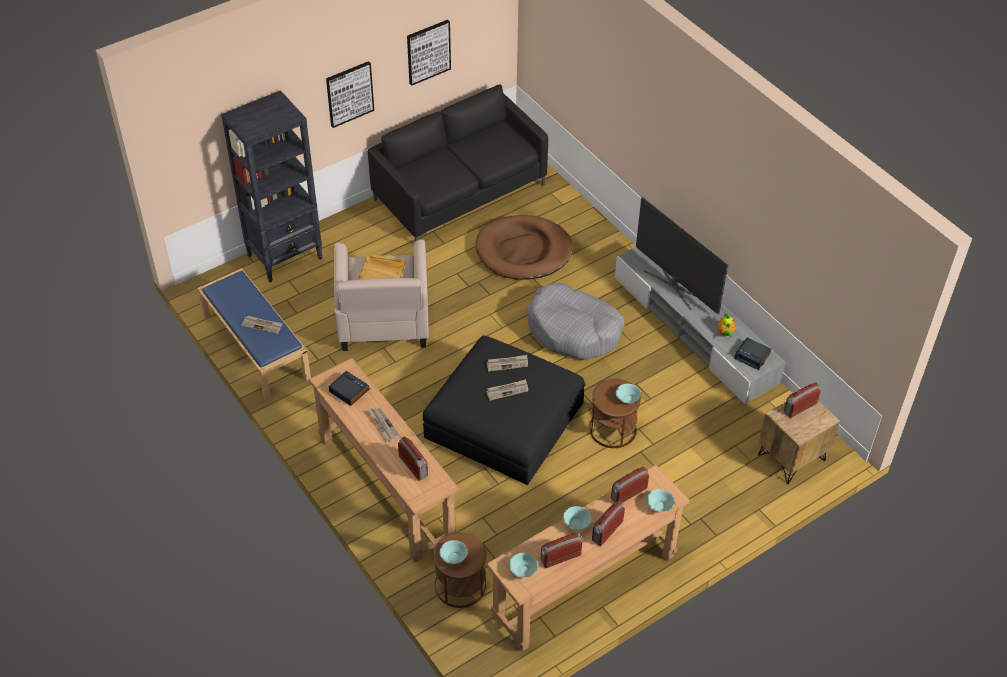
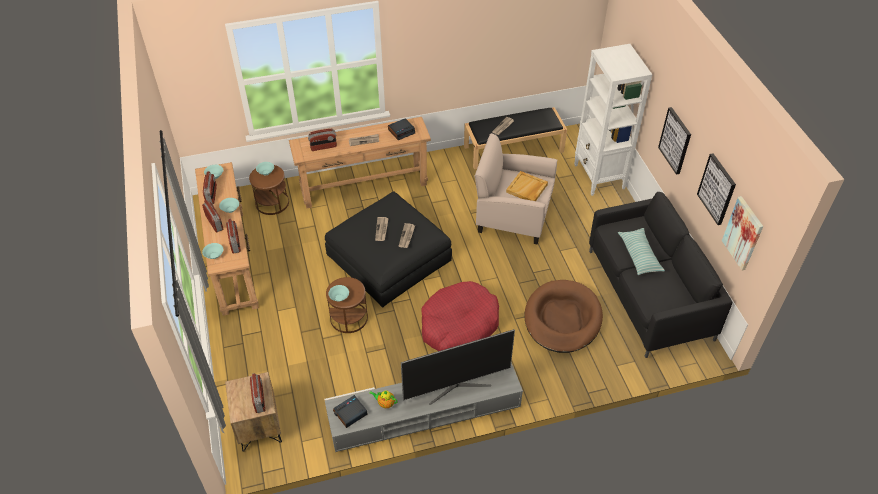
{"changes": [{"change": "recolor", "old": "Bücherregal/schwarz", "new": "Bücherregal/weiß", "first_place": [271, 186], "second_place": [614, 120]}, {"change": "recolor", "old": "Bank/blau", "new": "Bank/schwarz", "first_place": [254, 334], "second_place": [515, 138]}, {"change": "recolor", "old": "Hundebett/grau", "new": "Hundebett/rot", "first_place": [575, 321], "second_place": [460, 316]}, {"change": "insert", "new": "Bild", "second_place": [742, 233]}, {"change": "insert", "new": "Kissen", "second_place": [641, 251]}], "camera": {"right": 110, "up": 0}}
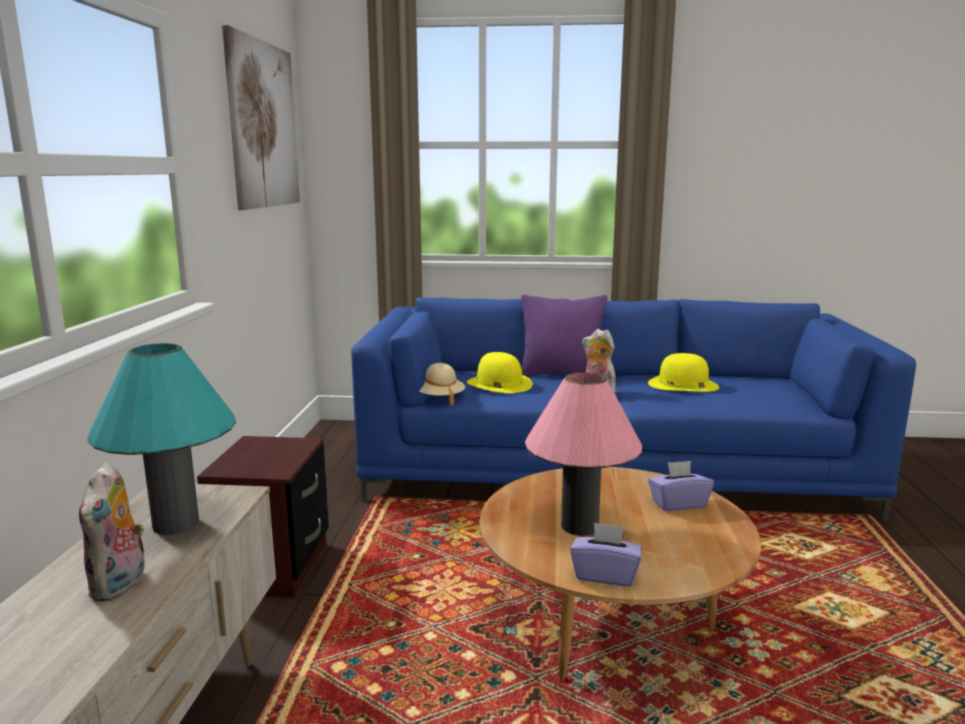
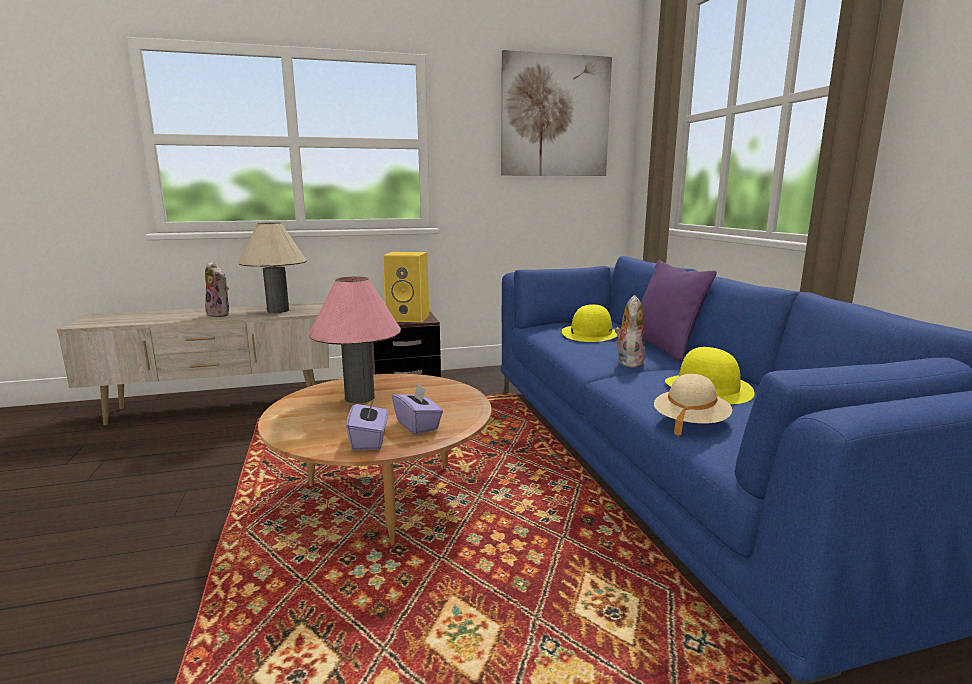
{"changes": [{"change": "recolor", "old": "Tischlampe/türkis", "new": "Tischlampe/beige", "first_place": [161, 439], "second_place": [273, 267]}, {"change": "move", "old": "Hut/beige", "first_place": [442, 384], "second_place": [693, 405]}, {"change": "rotate", "old": "Plüschtier", "first_place": [112, 532], "second_place": [217, 289], "degrees": -120}, {"change": "move", "old": "Taschentuchbox/lila", "first_place": [606, 554], "second_place": [367, 424]}, {"change": "insert", "new": "Lautsprecher/gelb", "second_place": [406, 287]}], "camera": {"right": 70, "up": 0}}
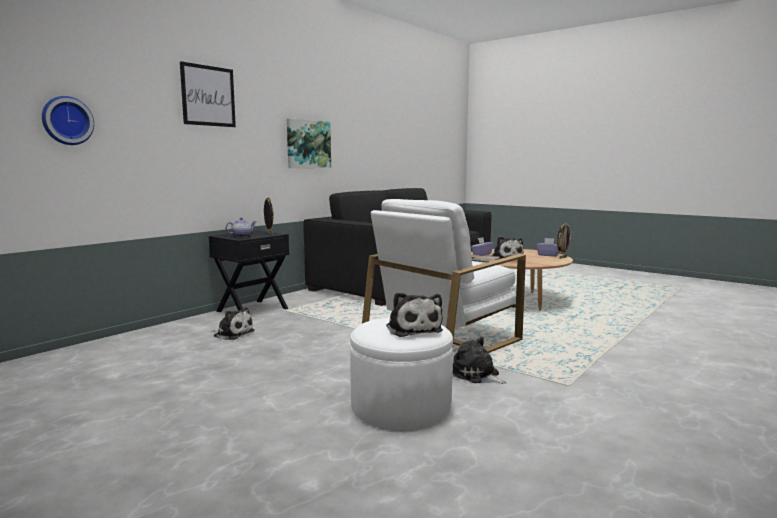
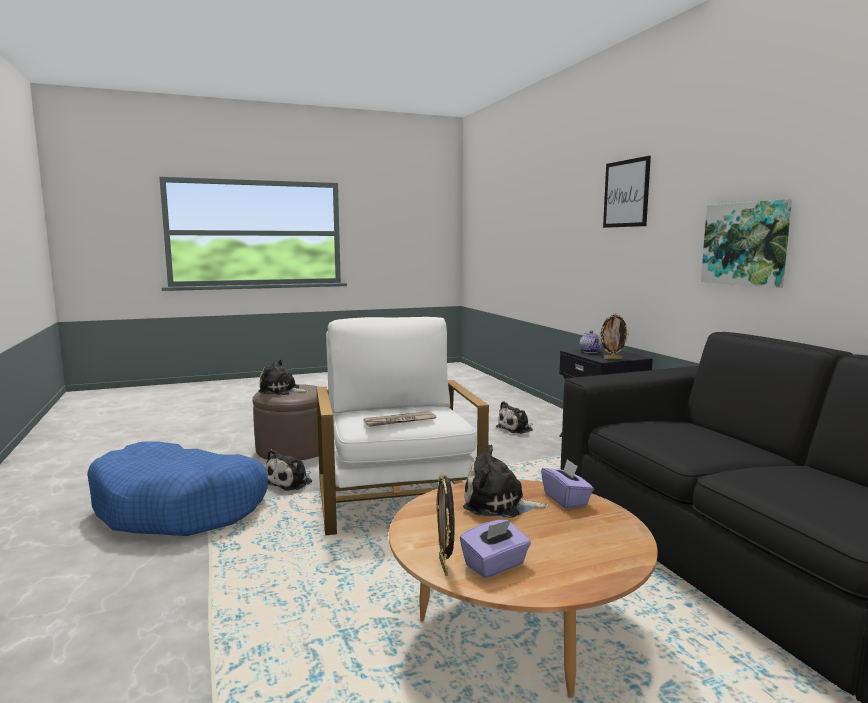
{"changes": [{"change": "delete", "old": "Wanduhr", "first_place": [68, 120]}, {"change": "recolor", "old": "Polsterhocker/weiß", "new": "Polsterhocker/braun", "first_place": [401, 373], "second_place": [285, 422]}, {"change": "rotate", "old": "Plüschtier", "first_place": [480, 360], "second_place": [289, 470], "degrees": 135}, {"change": "insert", "new": "Hundebett/blau", "second_place": [177, 488]}], "camera": {"right": 120, "up": 0}}
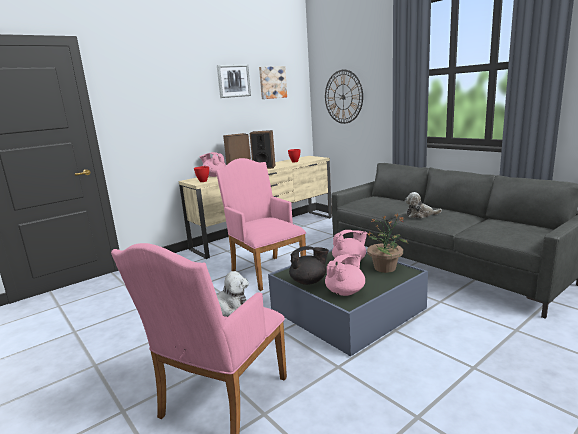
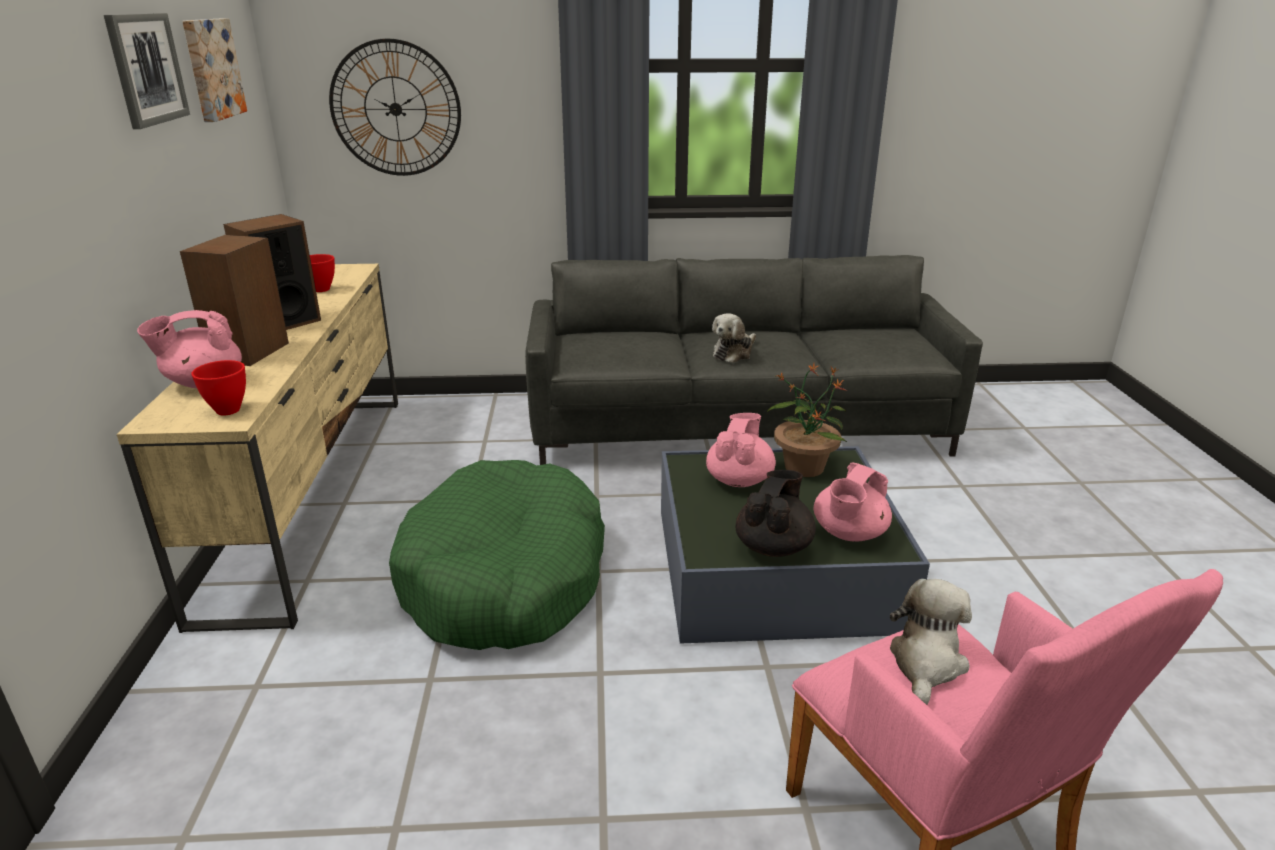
{"changes": [{"change": "replace", "old": "Sessel/rosa", "new": "Hundebett/grün", "first_place": [261, 224], "second_place": [497, 555]}, {"change": "rotate", "old": "Teekanne/rosa", "first_place": [345, 275], "second_place": [853, 502], "degrees": -135}], "camera": {"right": -55, "up": 10}}
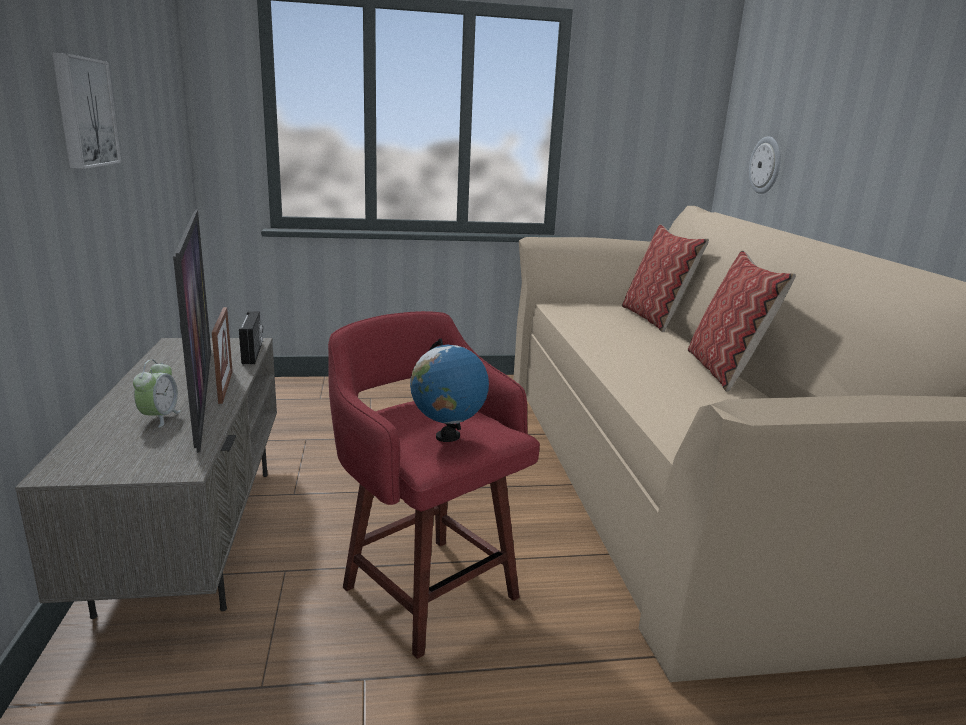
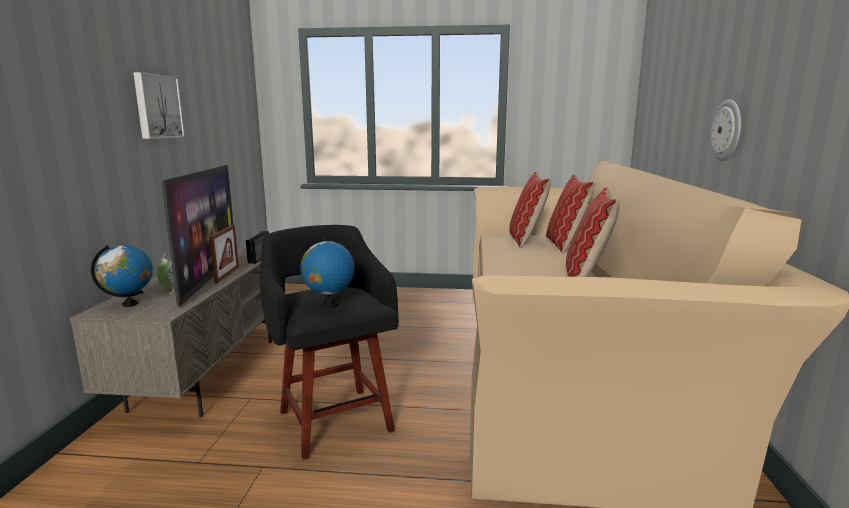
{"changes": [{"change": "move", "old": "Wanduhr", "first_place": [765, 165], "second_place": [725, 130]}, {"change": "recolor", "old": "Hocker/rot", "new": "Hocker/schwarz", "first_place": [434, 485], "second_place": [329, 342]}, {"change": "insert", "new": "Kissen", "second_place": [530, 210]}, {"change": "insert", "new": "Globus", "second_place": [122, 276]}], "camera": {"right": 15, "up": -5}}
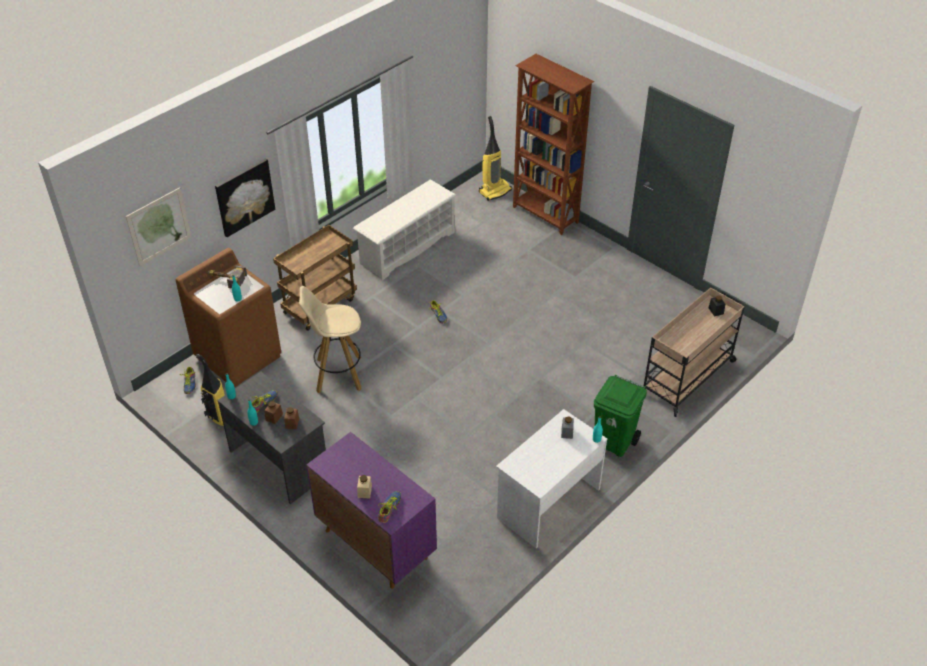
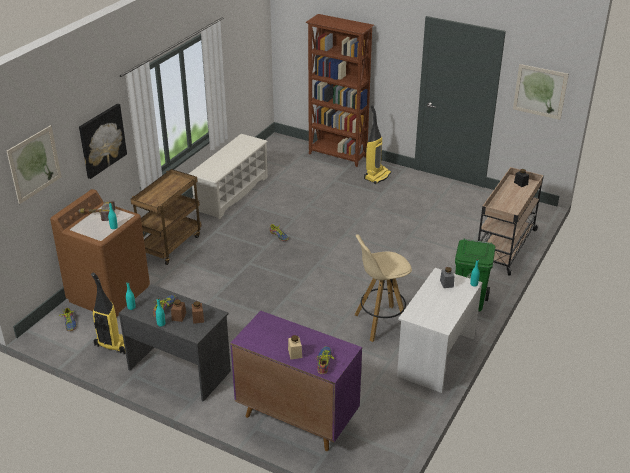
{"changes": [{"change": "move", "old": "Staubsauger", "first_place": [495, 158], "second_place": [377, 144]}, {"change": "move", "old": "Hocker/beige", "first_place": [330, 339], "second_place": [383, 288]}, {"change": "insert", "new": "Bild", "second_place": [541, 92]}], "camera": {"right": -15, "up": -10}}
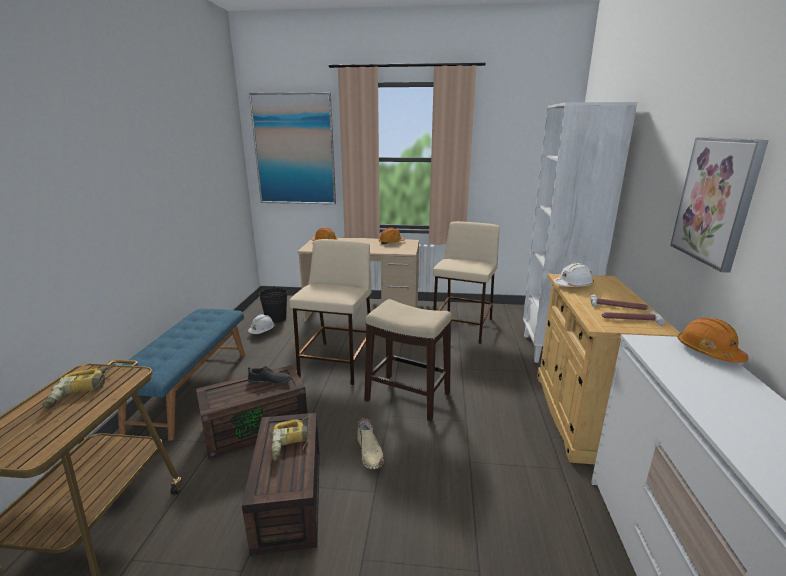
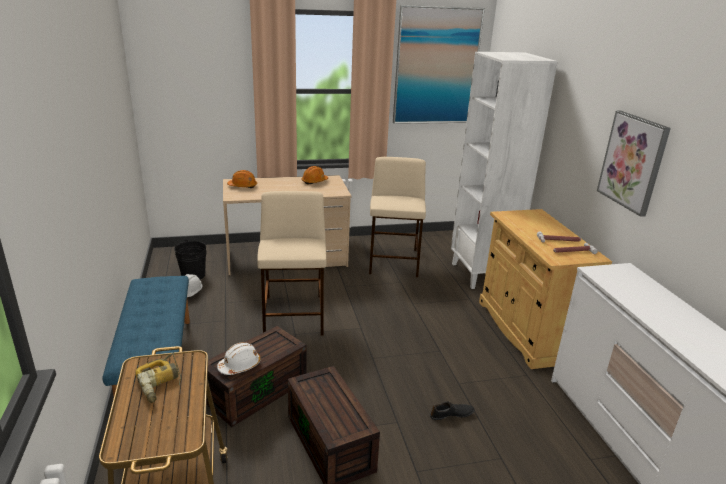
{"changes": [{"change": "move", "old": "Bild", "first_place": [292, 148], "second_place": [439, 64]}, {"change": "move", "old": "Schutzhelm/weiß", "first_place": [574, 275], "second_place": [238, 358]}, {"change": "delete", "old": "Hocker", "first_place": [408, 360]}, {"change": "delete", "old": "Schutzhelm/orange", "first_place": [712, 340]}, {"change": "move", "old": "Schuh/schwarz", "first_place": [270, 375], "second_place": [452, 410]}, {"change": "delete", "old": "Bohrmaschine", "first_place": [291, 438]}, {"change": "delete", "old": "Stiefel/beige", "first_place": [370, 443]}], "camera": {"right": -20, "up": 5}}
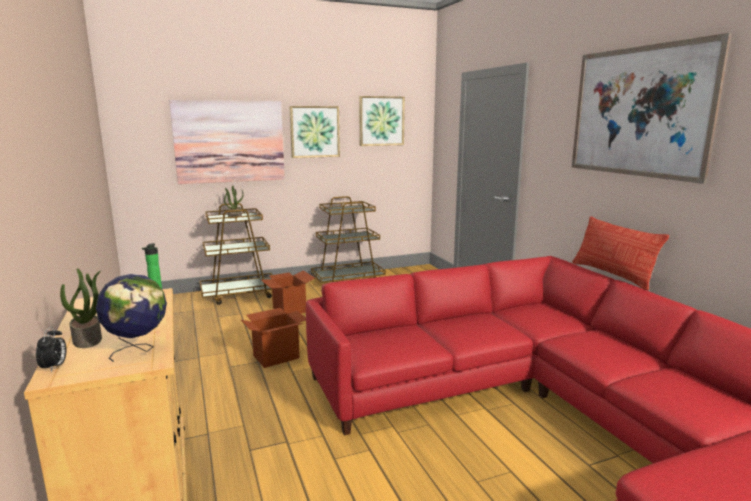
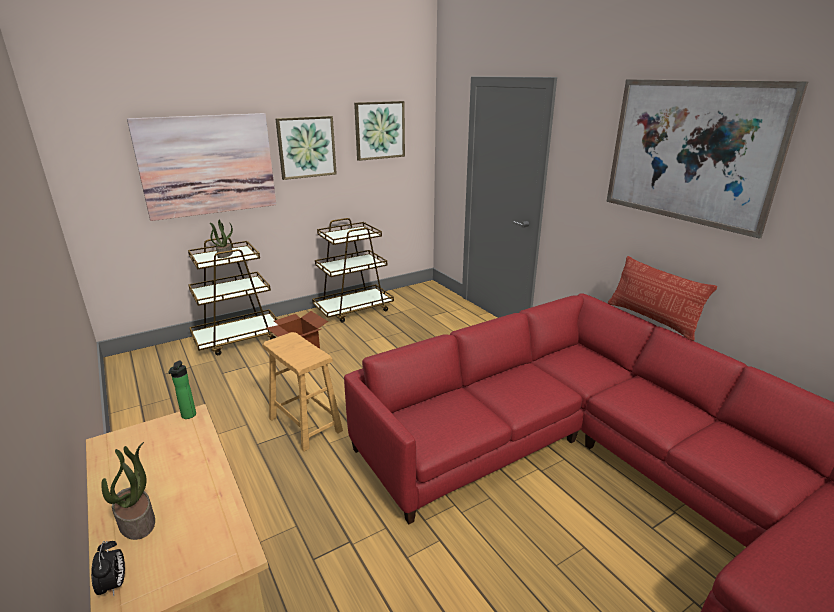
{"changes": [{"change": "delete", "old": "Globus", "first_place": [131, 318]}, {"change": "replace", "old": "Karton", "new": "Hocker/braun", "first_place": [273, 338], "second_place": [302, 392]}], "camera": {"right": -10, "up": 10}}
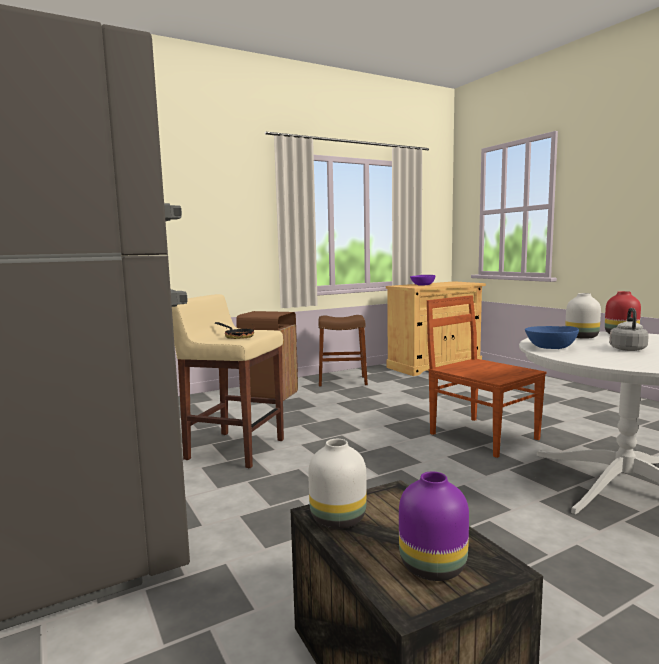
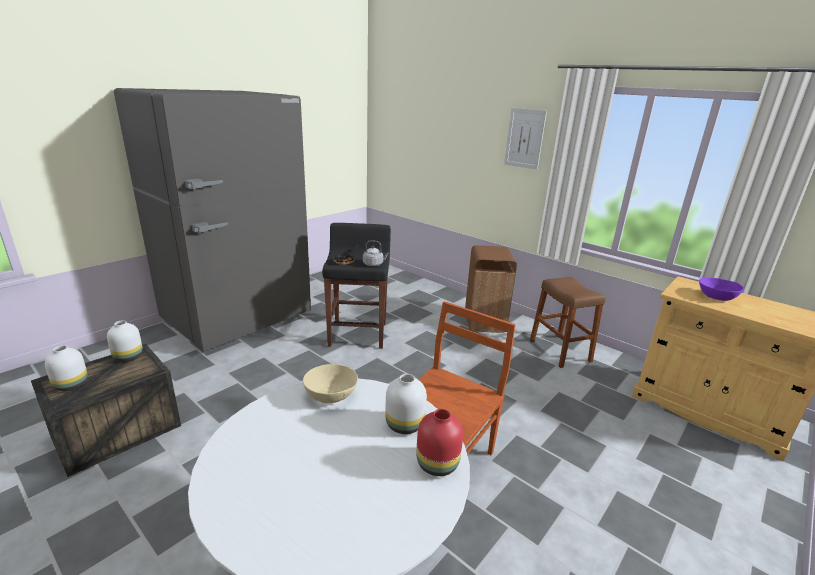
{"changes": [{"change": "recolor", "old": "Hocker/beige", "new": "Hocker/schwarz", "first_place": [228, 381], "second_place": [356, 286]}, {"change": "move", "old": "Wasserkessel/grau", "first_place": [629, 329], "second_place": [376, 253]}, {"change": "recolor", "old": "Schüssel/blau", "new": "Schüssel/beige", "first_place": [552, 337], "second_place": [330, 383]}, {"change": "recolor", "old": "Vase/lila", "new": "Vase/weiß", "first_place": [434, 526], "second_place": [66, 368]}, {"change": "insert", "new": "Bild", "second_place": [525, 139]}], "camera": {"right": 70, "up": 15}}
